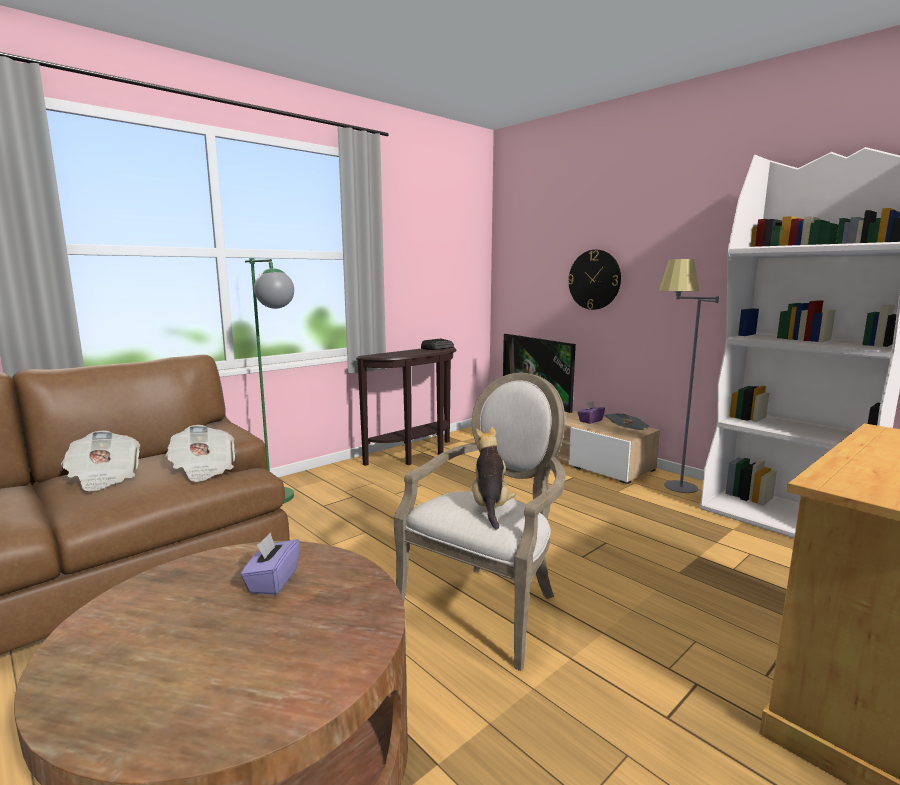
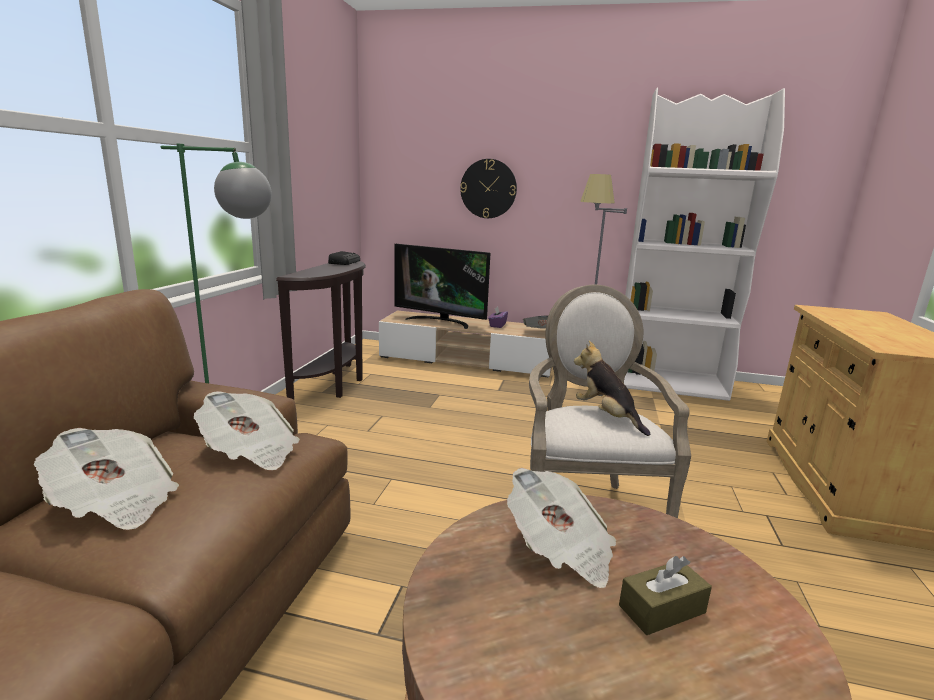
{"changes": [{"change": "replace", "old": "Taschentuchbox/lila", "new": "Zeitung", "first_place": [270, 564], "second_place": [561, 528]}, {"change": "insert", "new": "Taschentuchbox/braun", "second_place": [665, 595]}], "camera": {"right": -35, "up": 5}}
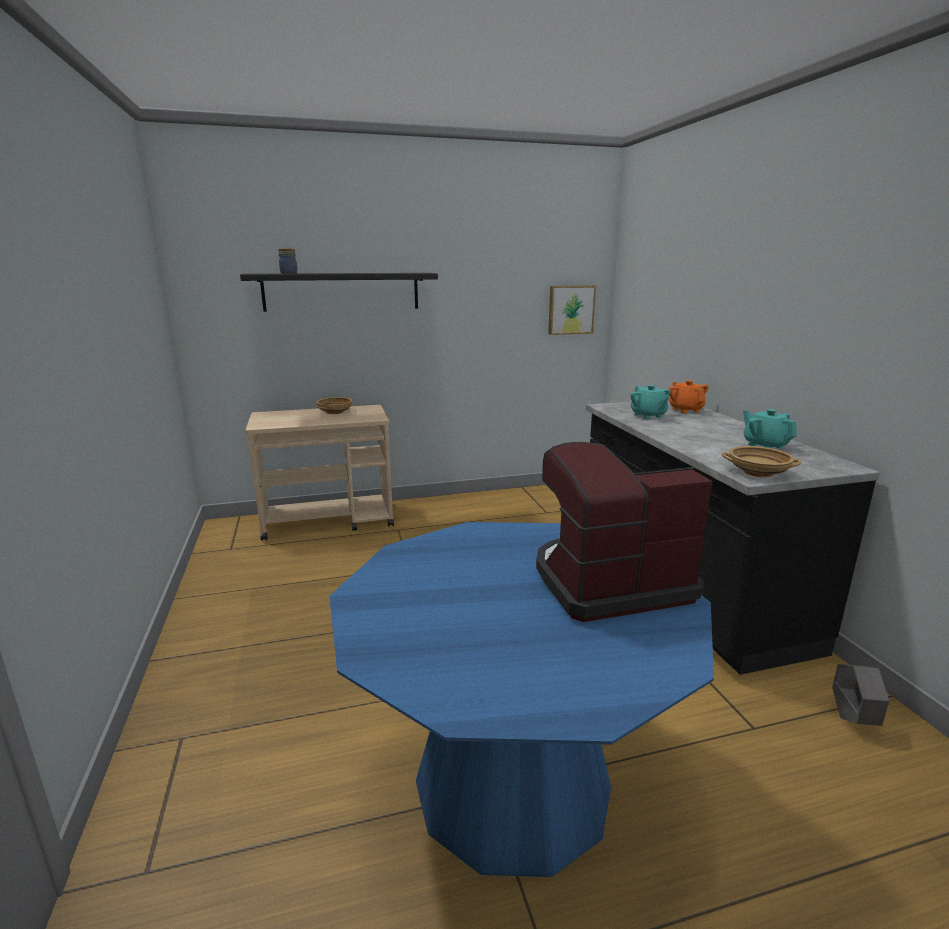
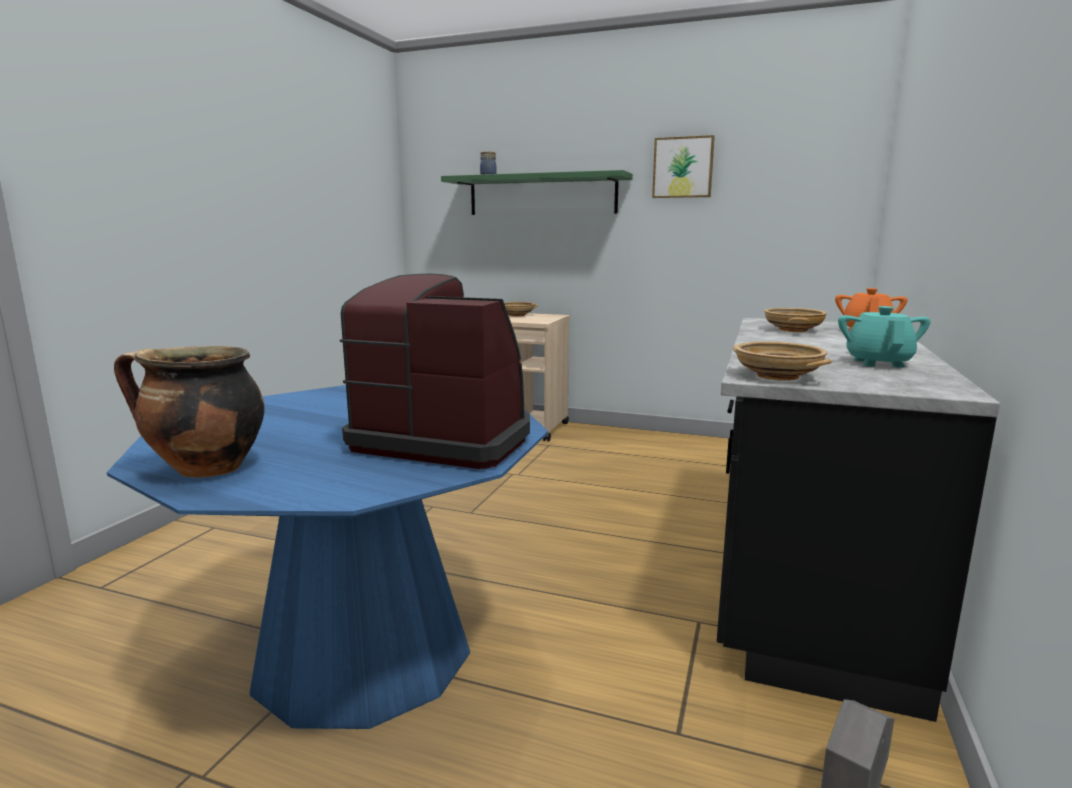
{"changes": [{"change": "recolor", "old": "Wandregal/schwarz", "new": "Wandregal/grün", "first_place": [339, 292], "second_place": [537, 192]}, {"change": "move", "old": "Bild", "first_place": [572, 310], "second_place": [683, 166]}, {"change": "replace", "old": "Teekanne/türkis", "new": "Schüssel/beige", "first_place": [650, 402], "second_place": [795, 320]}, {"change": "insert", "new": "Kochtopf", "second_place": [189, 412]}], "camera": {"right": 35, "up": -5}}
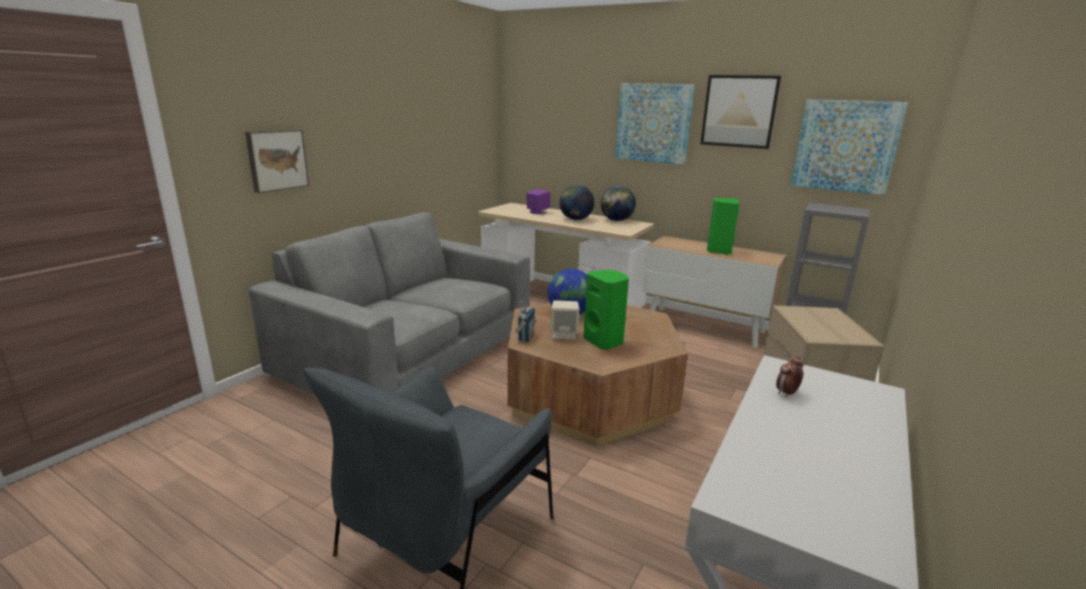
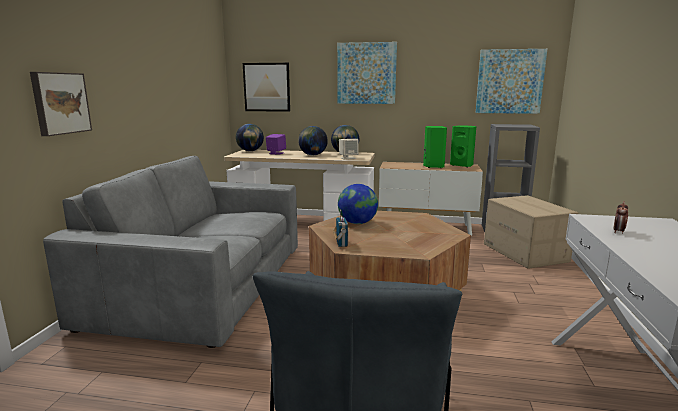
{"changes": [{"change": "move", "old": "Bild", "first_place": [740, 112], "second_place": [266, 87]}, {"change": "move", "old": "Lautsprecher/grün", "first_place": [606, 310], "second_place": [463, 146]}, {"change": "move", "old": "Lautsprecher/beige", "first_place": [565, 320], "second_place": [349, 149]}, {"change": "insert", "new": "Globus", "second_place": [250, 137]}], "camera": {"right": -20, "up": -5}}
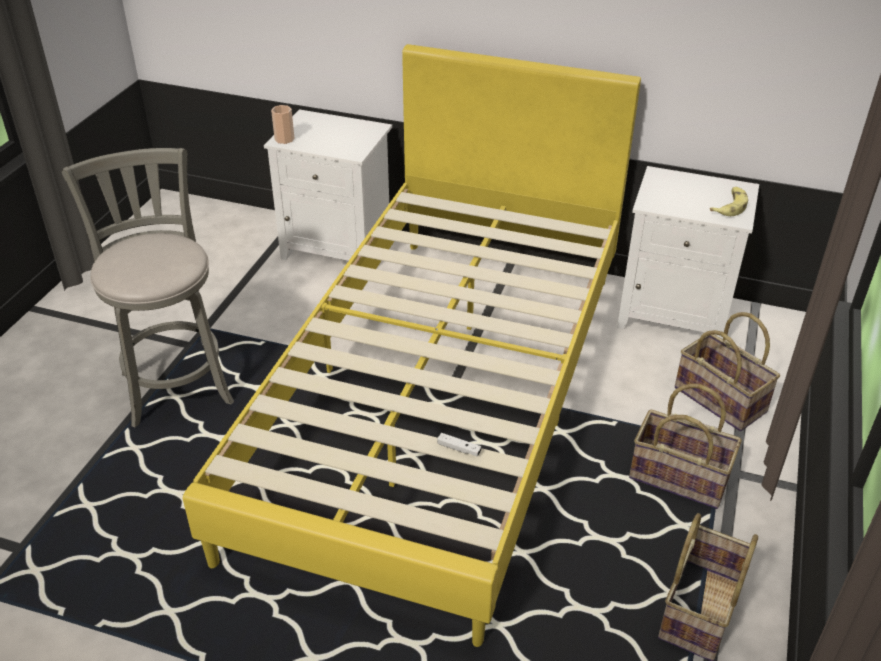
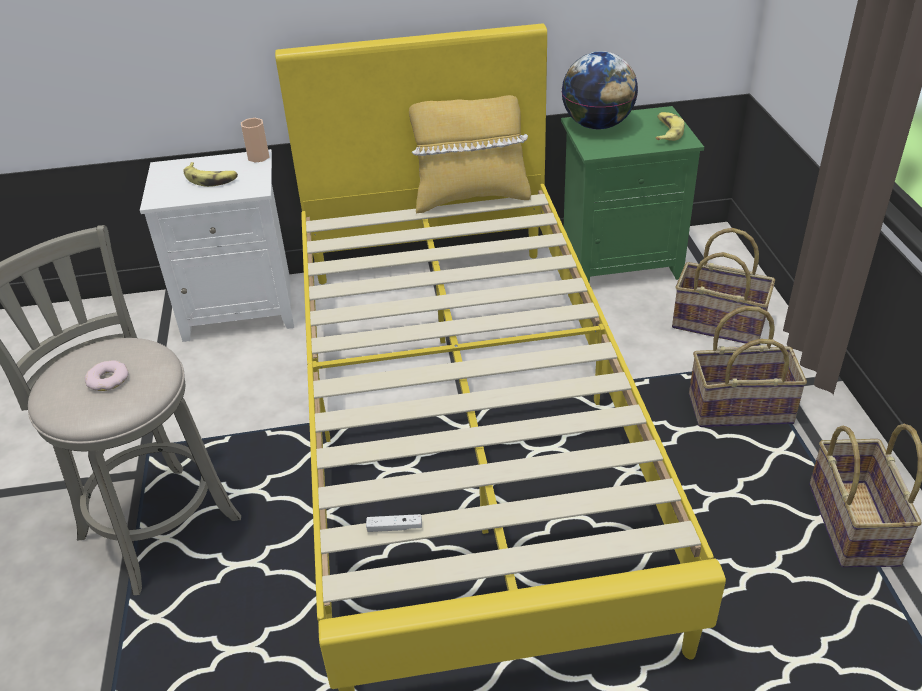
{"changes": [{"change": "move", "old": "Tasse", "first_place": [283, 124], "second_place": [255, 140]}, {"change": "recolor", "old": "Nachttisch/weiß", "new": "Nachttisch/grün", "first_place": [688, 252], "second_place": [632, 194]}, {"change": "move", "old": "Gamepad/weiß", "first_place": [459, 444], "second_place": [394, 523]}, {"change": "insert", "new": "Globus", "second_place": [600, 90]}, {"change": "insert", "new": "Kissen/gelb", "second_place": [470, 154]}, {"change": "insert", "new": "Banane", "second_place": [210, 174]}, {"change": "insert", "new": "Donut", "second_place": [107, 375]}], "camera": {"right": -25, "up": 0}}
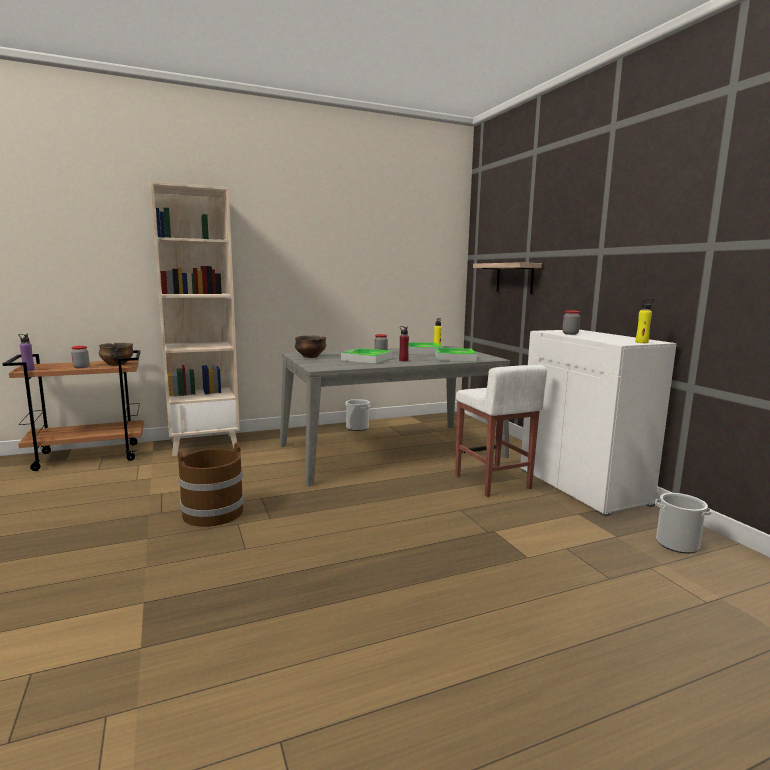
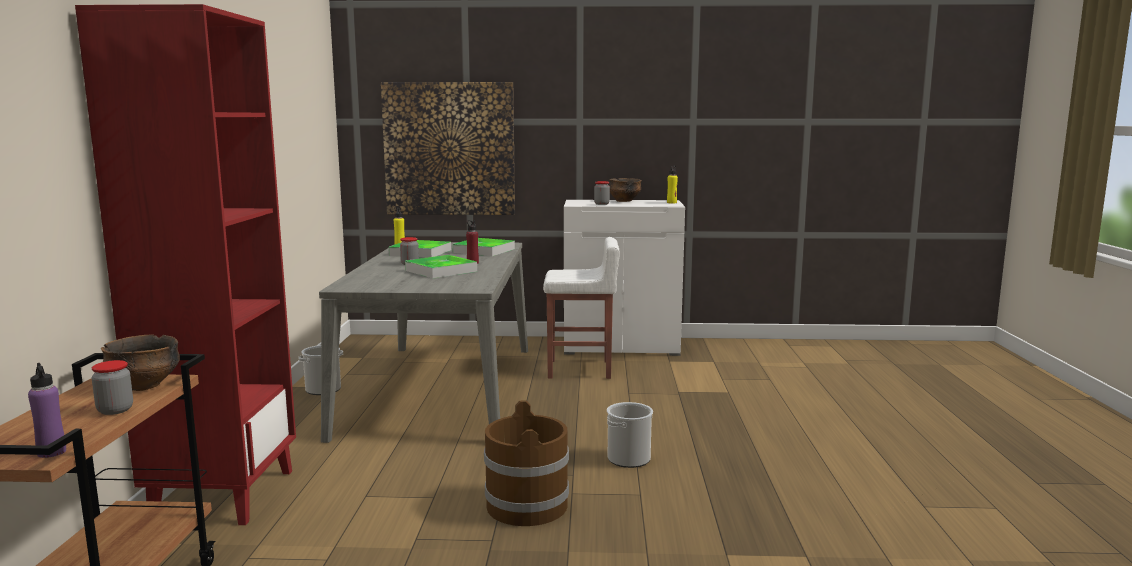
{"changes": [{"change": "recolor", "old": "Bücherregal/beige", "new": "Bücherregal/rot", "first_place": [195, 318], "second_place": [185, 264]}, {"change": "replace", "old": "Wandregal", "new": "Bild", "first_place": [507, 278], "second_place": [448, 148]}, {"change": "move", "old": "Schüssel", "first_place": [310, 347], "second_place": [625, 190]}, {"change": "move", "old": "Eimer", "first_place": [683, 523], "second_place": [630, 435]}], "camera": {"right": -65, "up": 0}}
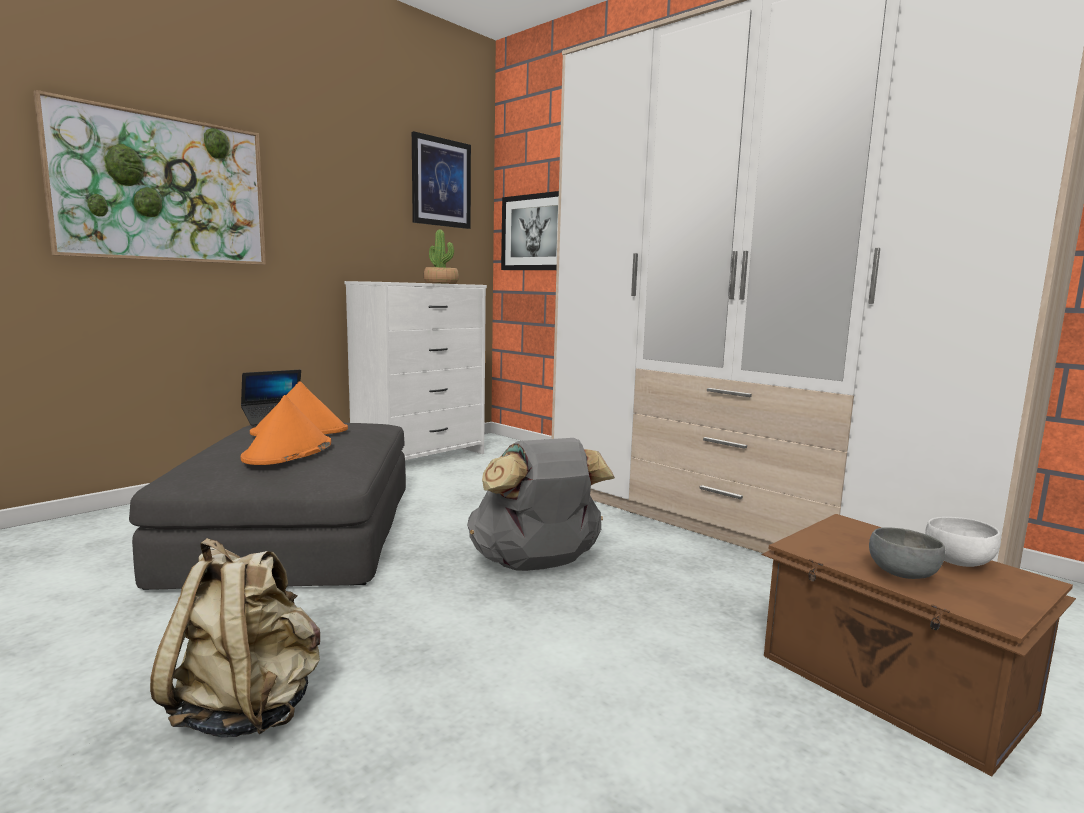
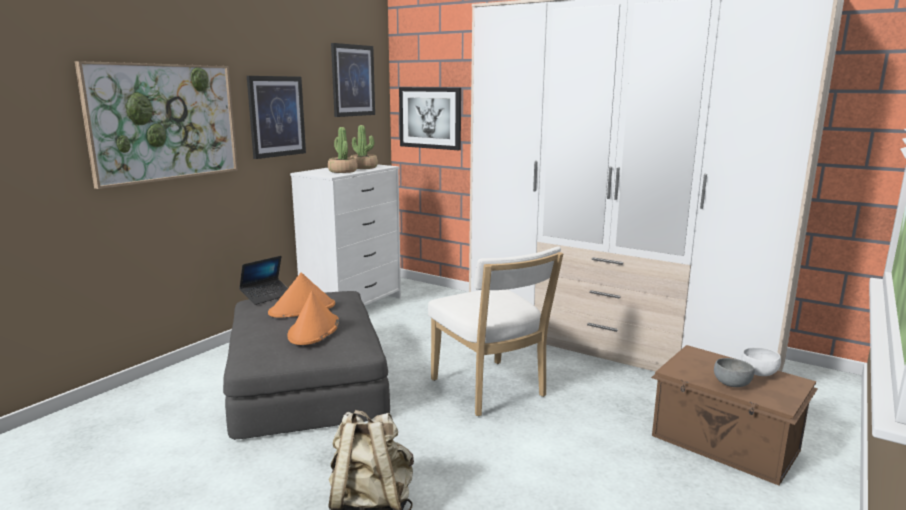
{"changes": [{"change": "replace", "old": "Rucksack/grau", "new": "Stuhl/weiß", "first_place": [541, 504], "second_place": [495, 331]}, {"change": "insert", "new": "Bild", "second_place": [276, 117]}, {"change": "insert", "new": "Topfpflanze", "second_place": [342, 150]}], "camera": {"right": -10, "up": 5}}
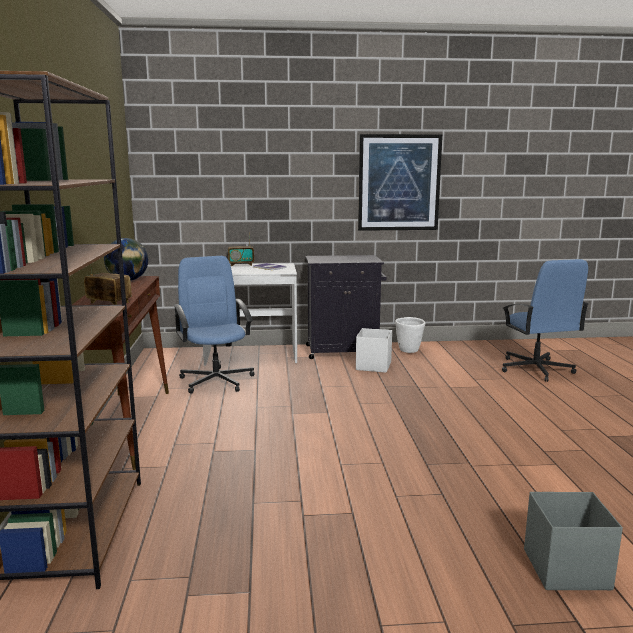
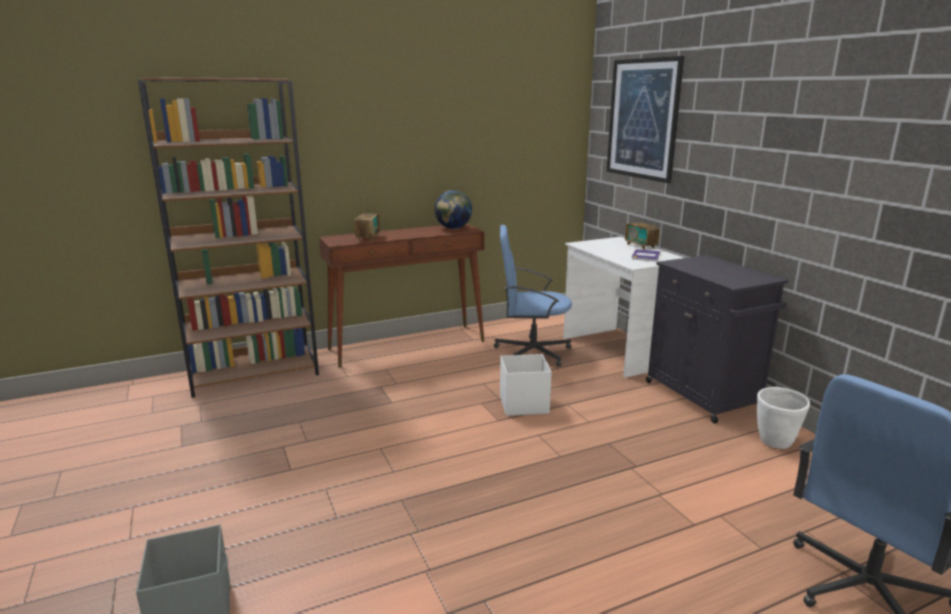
{"changes": [{"change": "move", "old": "Bild", "first_place": [400, 182], "second_place": [645, 119]}, {"change": "rotate", "old": "Bürostuhl/blau", "first_place": [214, 324], "second_place": [533, 296], "degrees": -135}, {"change": "move", "old": "Aufbewahrungsbox/weiß", "first_place": [374, 350], "second_place": [525, 385]}], "camera": {"right": 70, "up": 5}}
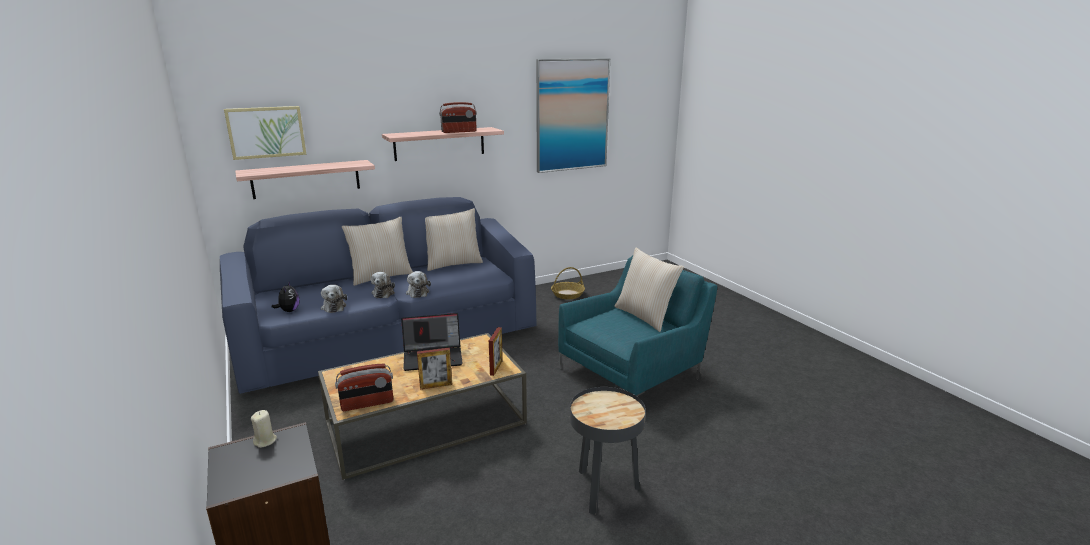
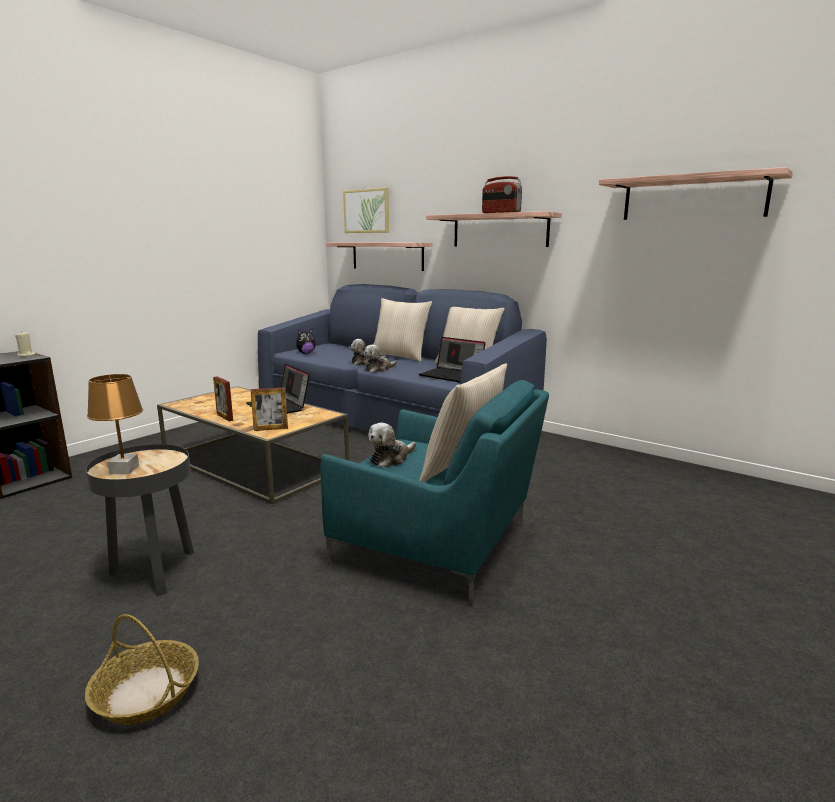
{"changes": [{"change": "replace", "old": "Bild", "new": "Wandregal", "first_place": [573, 115], "second_place": [696, 193]}, {"change": "move", "old": "Korb", "first_place": [568, 283], "second_place": [142, 669]}, {"change": "move", "old": "Plüschtier", "first_place": [334, 299], "second_place": [392, 445]}, {"change": "delete", "old": "Radio", "first_place": [364, 387]}, {"change": "insert", "new": "Laptop", "second_place": [452, 360]}, {"change": "insert", "new": "Tischlampe/braun", "second_place": [115, 424]}], "camera": {"right": 65, "up": -5}}
